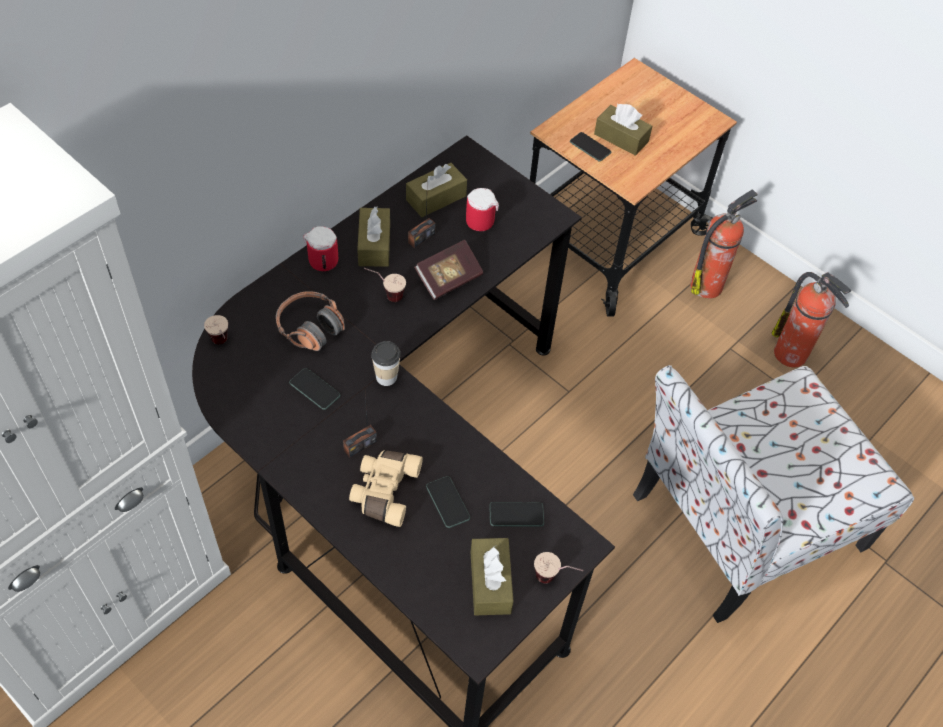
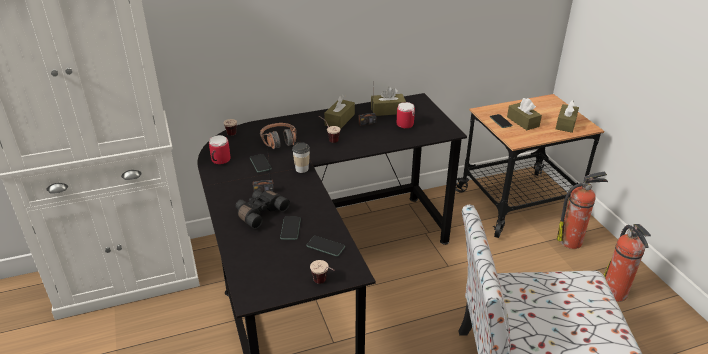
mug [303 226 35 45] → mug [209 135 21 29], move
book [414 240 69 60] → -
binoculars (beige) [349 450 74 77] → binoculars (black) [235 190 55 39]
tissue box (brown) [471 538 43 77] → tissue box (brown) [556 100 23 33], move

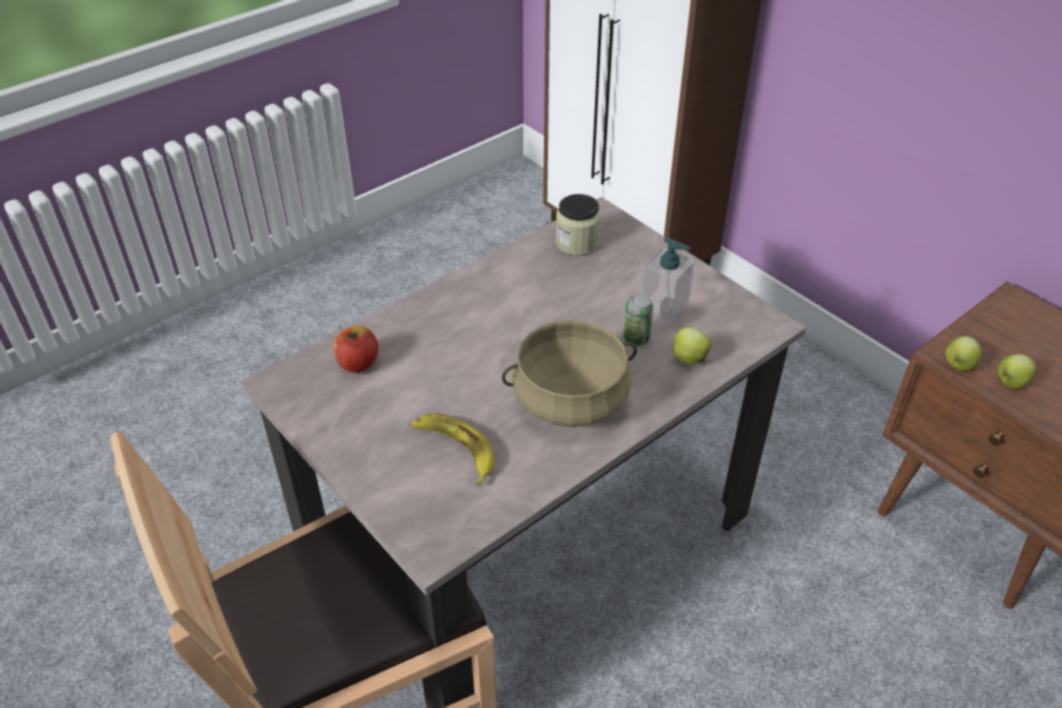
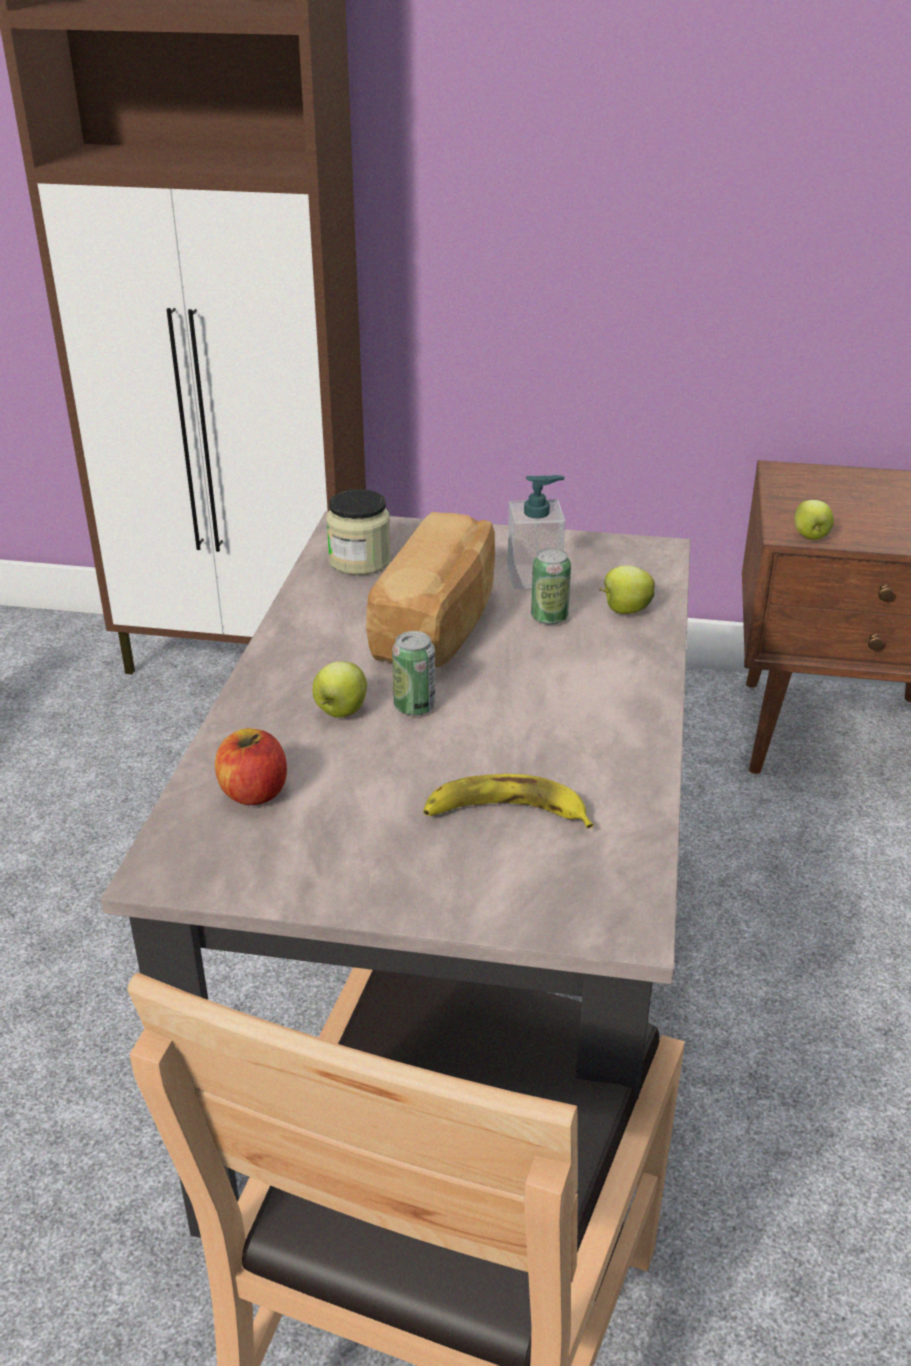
cooking pot (beige) [502 320 135 107] → -
apple [998 354 39 35] → apple [312 661 55 56], move
- → bread [366 512 129 156]
- → can [392 631 43 85]

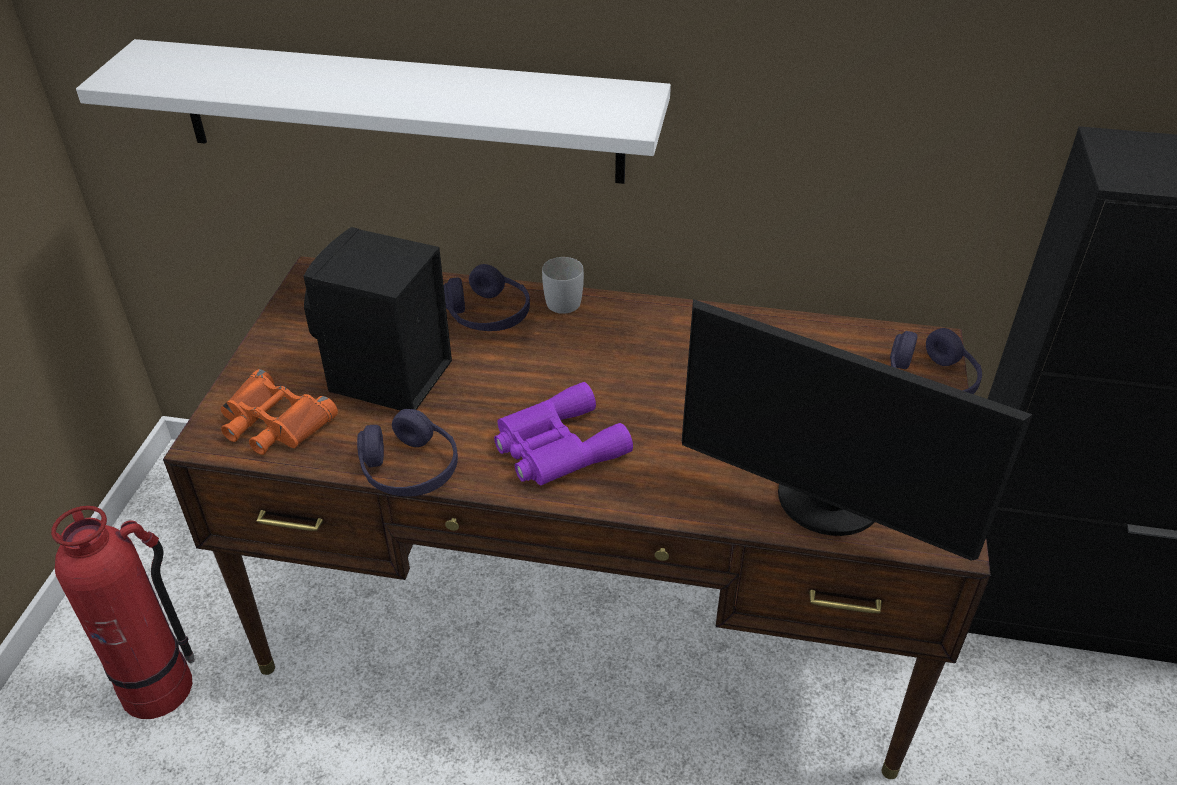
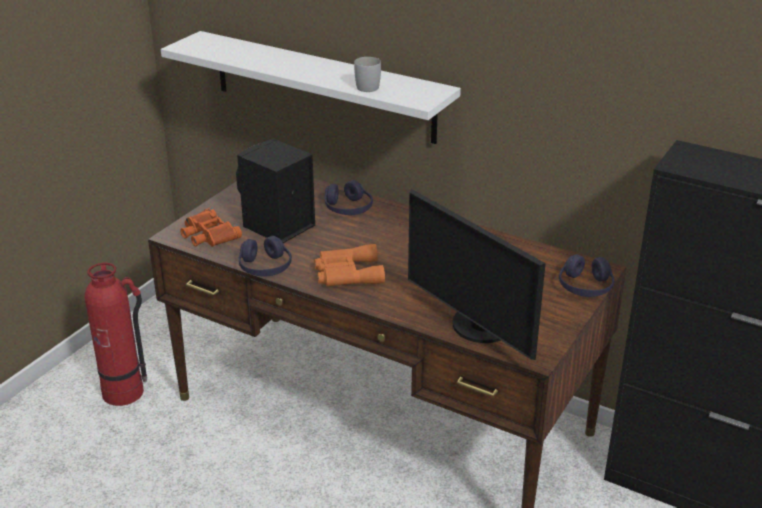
mug (white) [542 257 42 57] → mug (white) [354 57 27 35], move
binoculars (purple) [494 382 139 103] → binoculars (orange) [314 244 71 42]

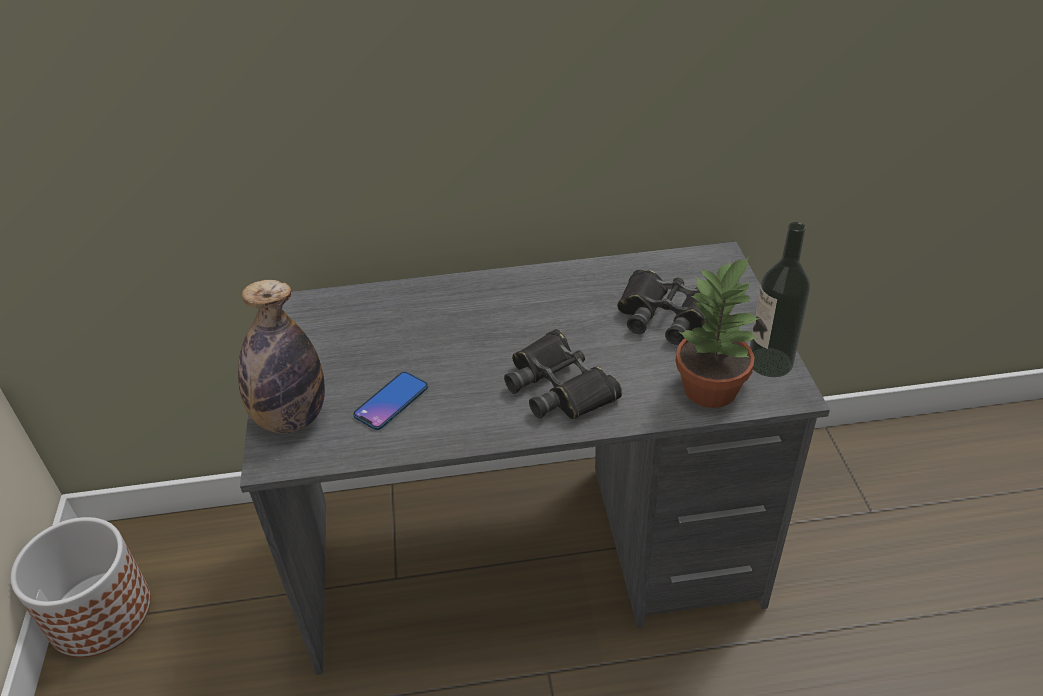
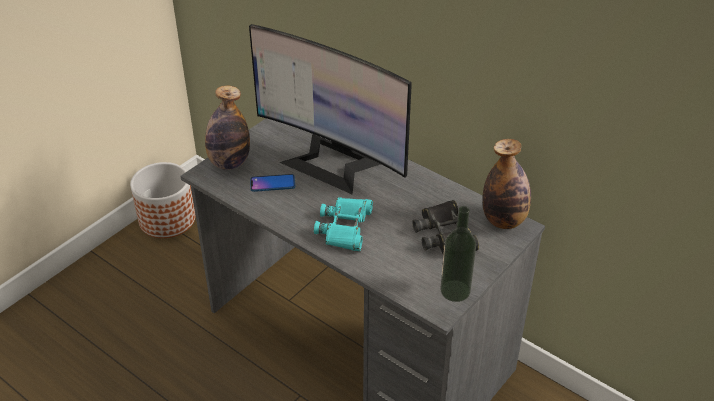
potted plant [675 257 86 151] → -
binoculars (black) [504 329 118 90] → binoculars (turquoise) [314 197 59 54]
- → monitor [249 24 163 170]
- → bottle [482 139 49 90]

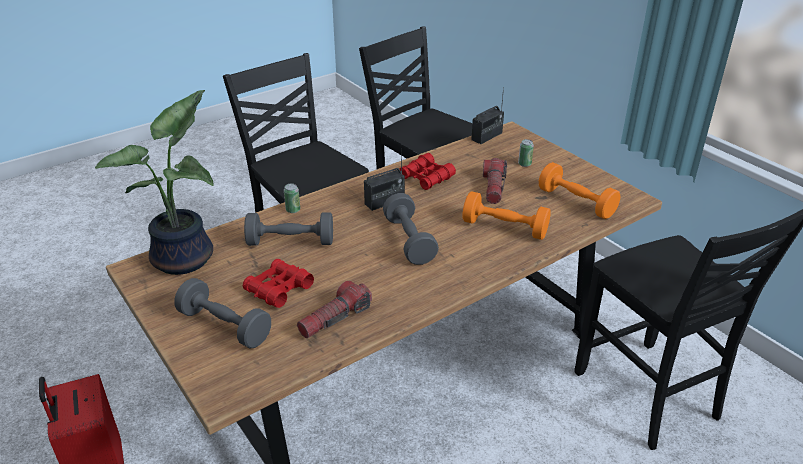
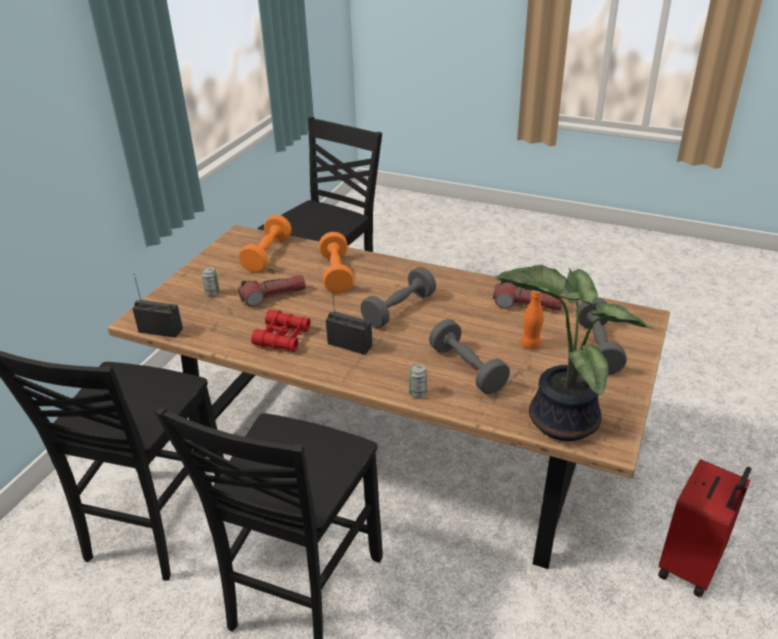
binoculars (red) [243 259 71 49] → bottle (orange) [521 290 23 59]

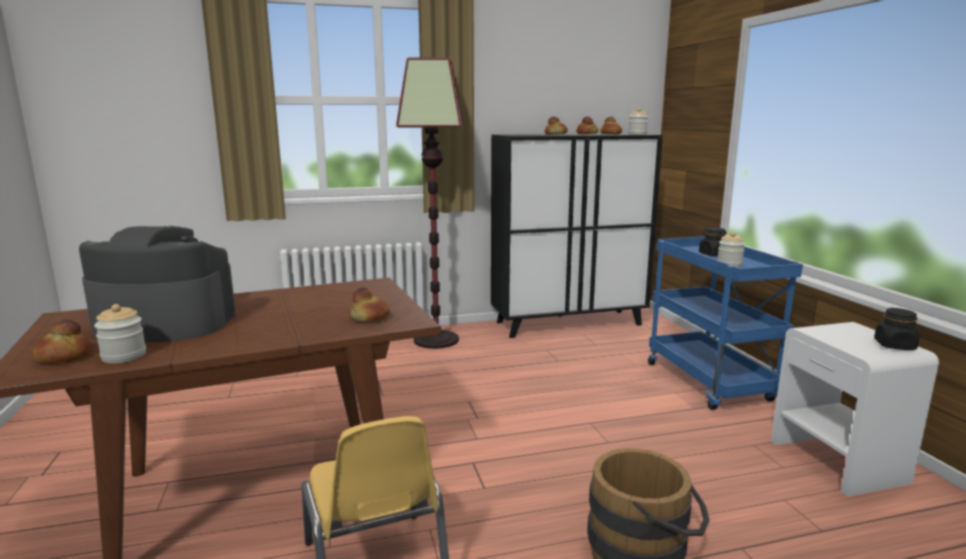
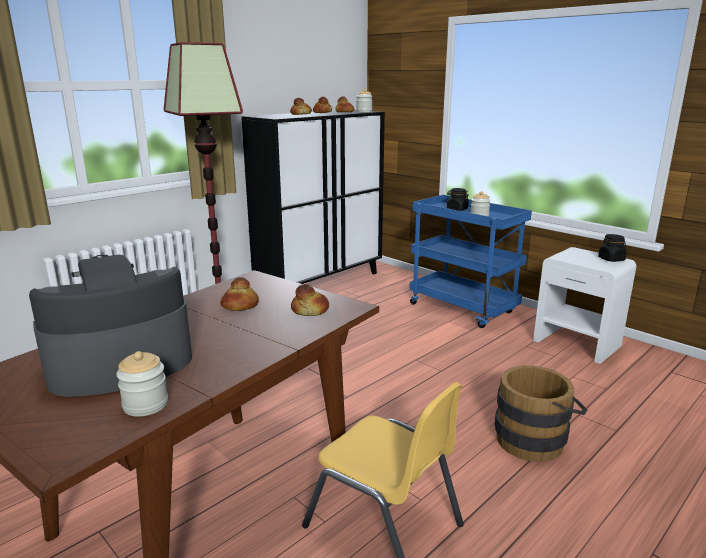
bread [32 320 61 43] → bread [220 277 39 34], move

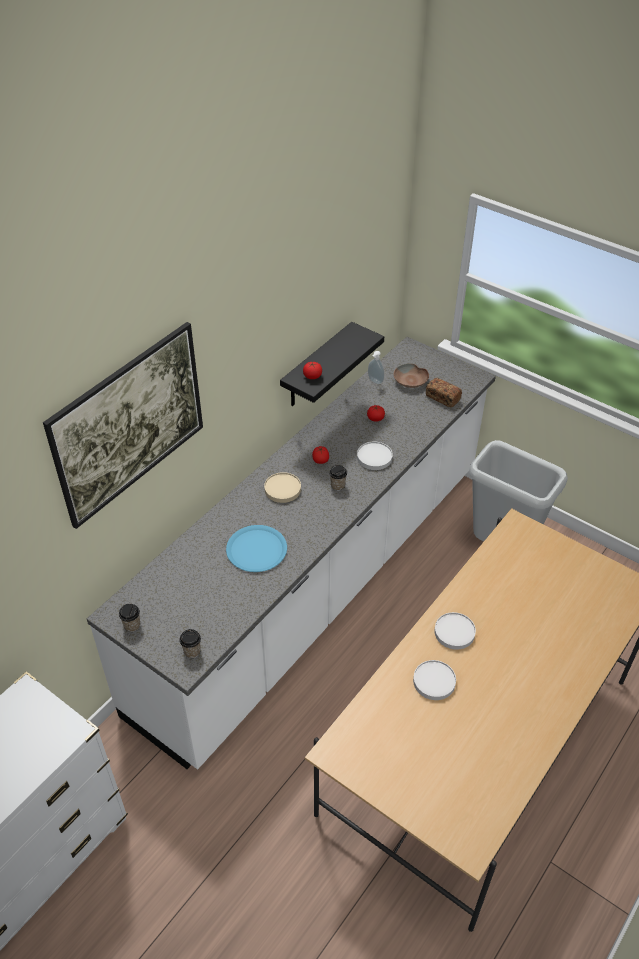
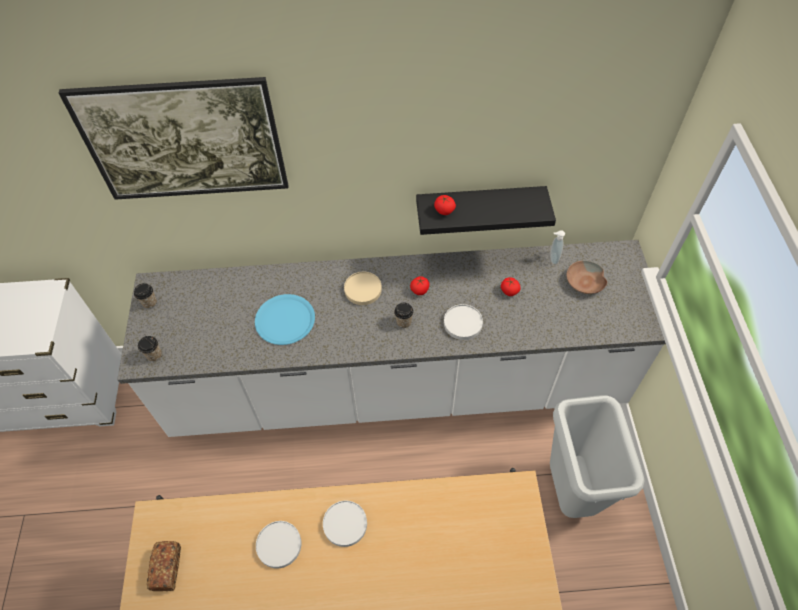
bread [426 378 36 30] → bread [147 541 34 50], move

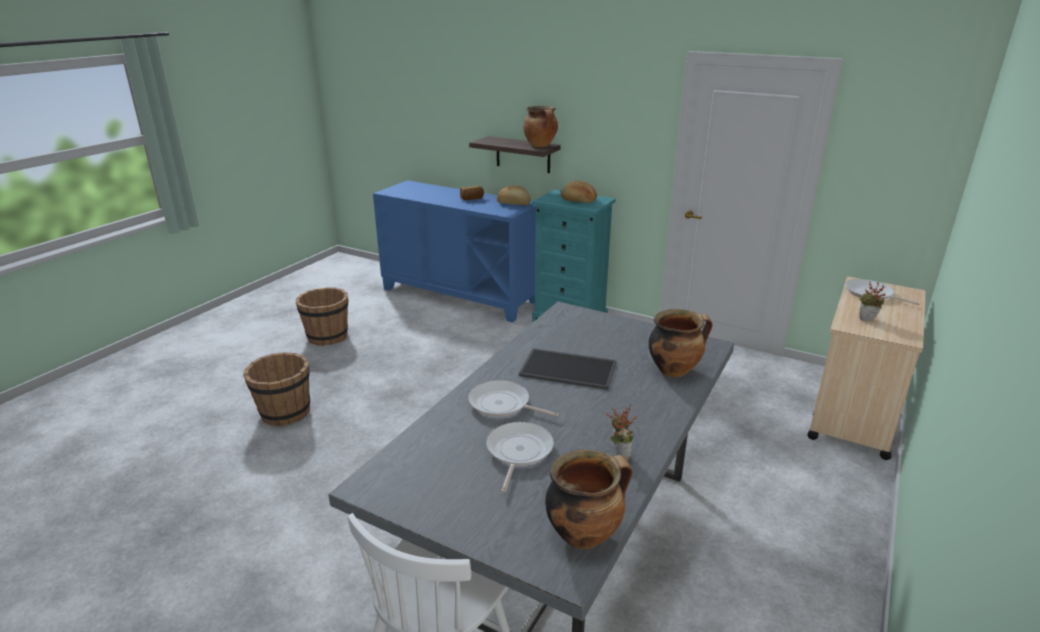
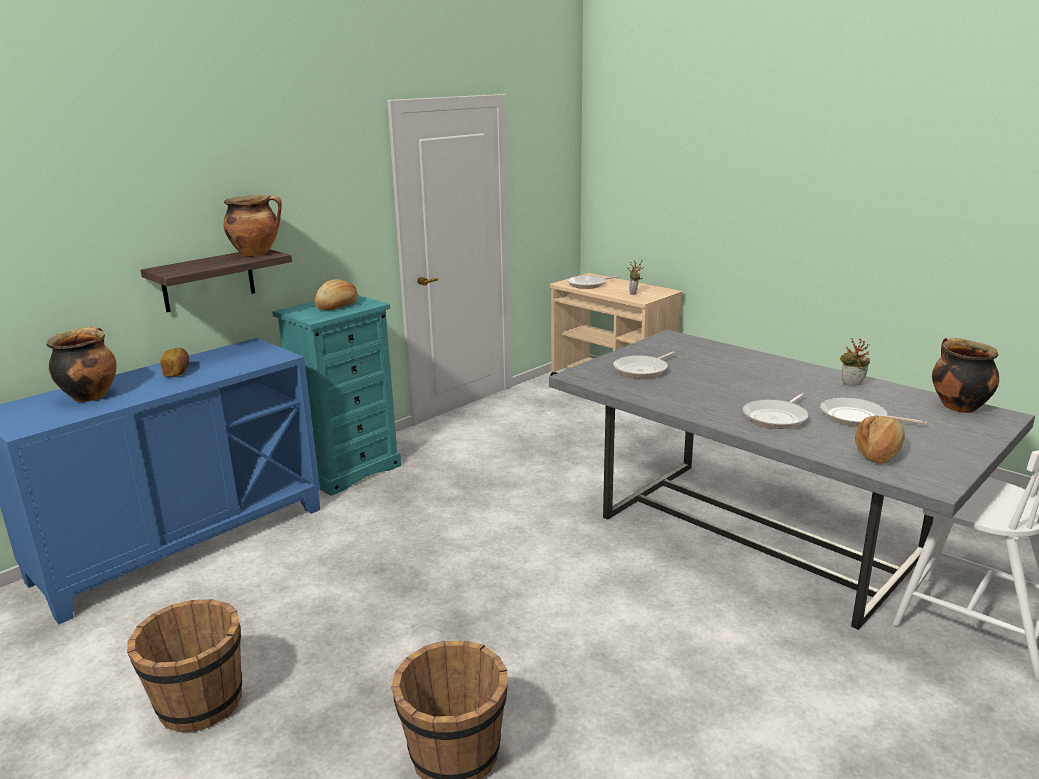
bread [497 186 34 19] → bread [855 415 50 49], move
cooking pot [649 309 64 68] → cooking pot [47 327 70 75], move
tray [519 348 98 42] → -
- → frying pan [613 352 62 26]

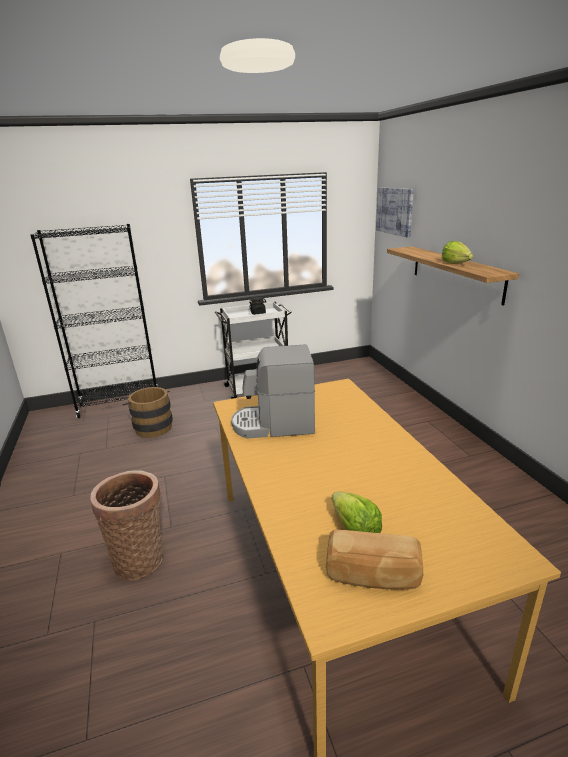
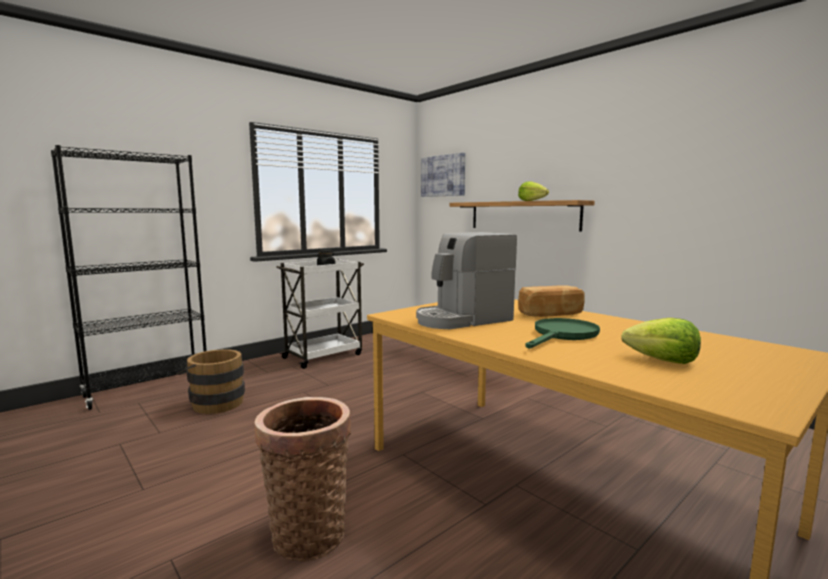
bread [326 529 97 61] → bread [518 285 67 32], move
- → frying pan (green) [525 318 75 31]

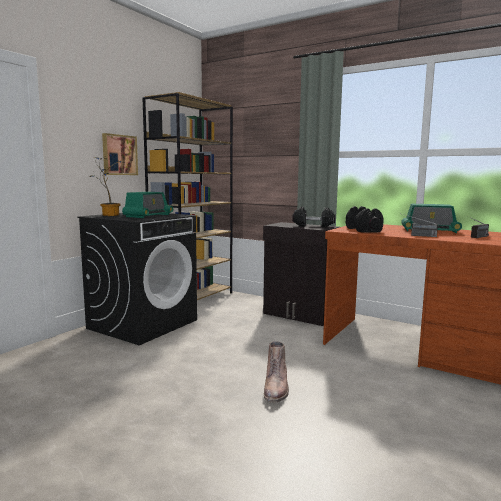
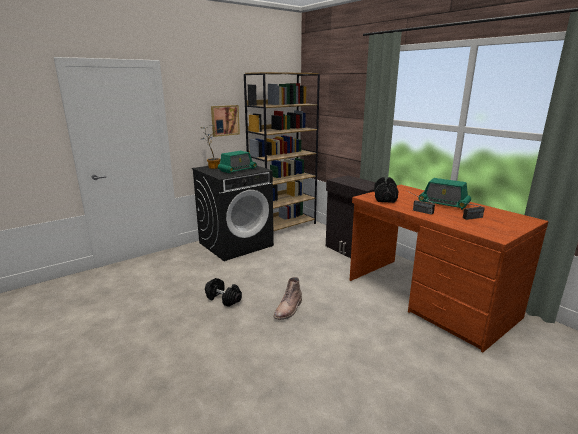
dumbbell (black) [292 207 43 20] → dumbbell (black) [205 278 37 29], move

